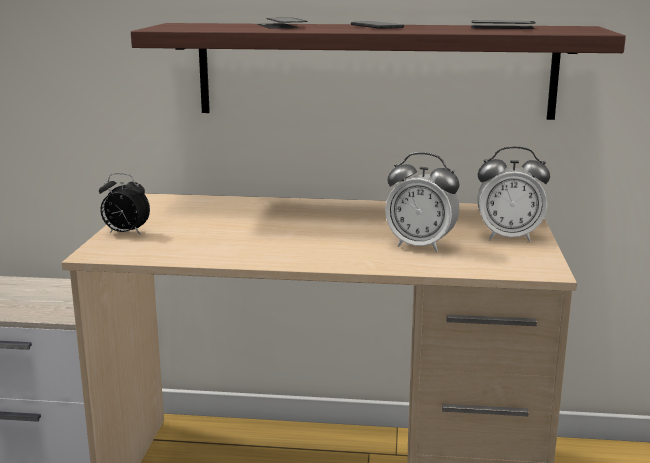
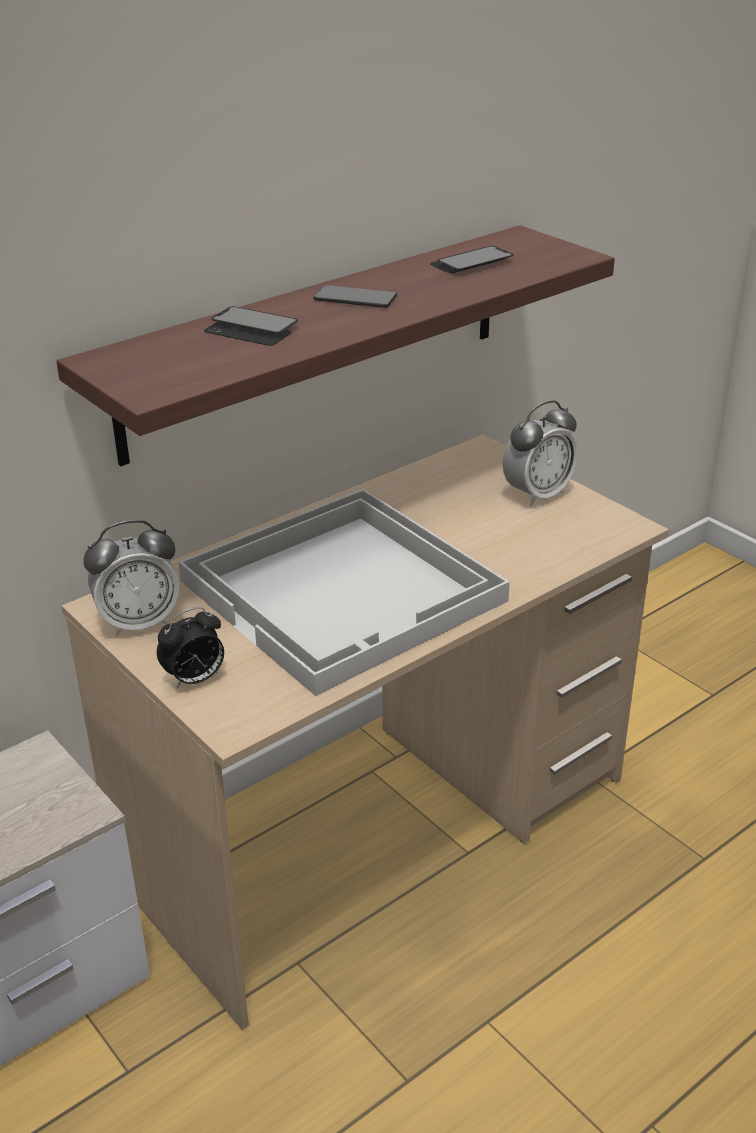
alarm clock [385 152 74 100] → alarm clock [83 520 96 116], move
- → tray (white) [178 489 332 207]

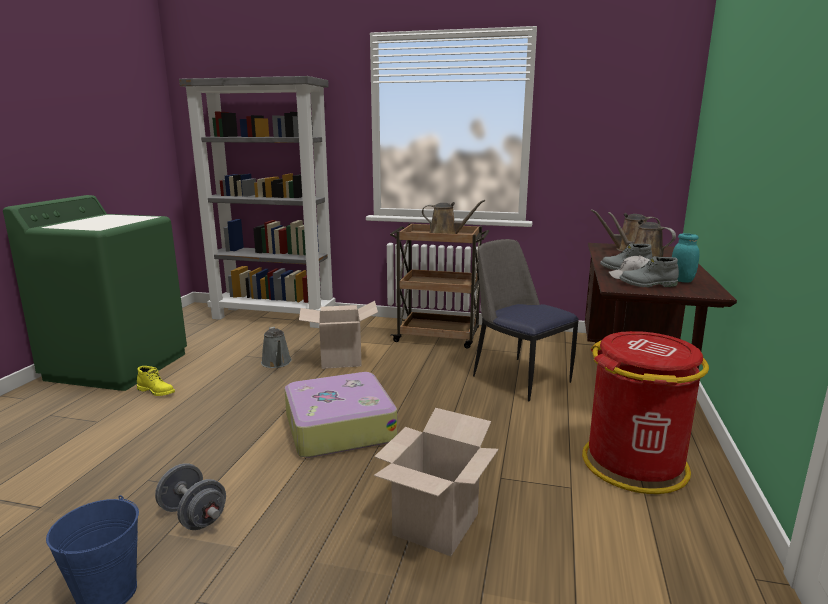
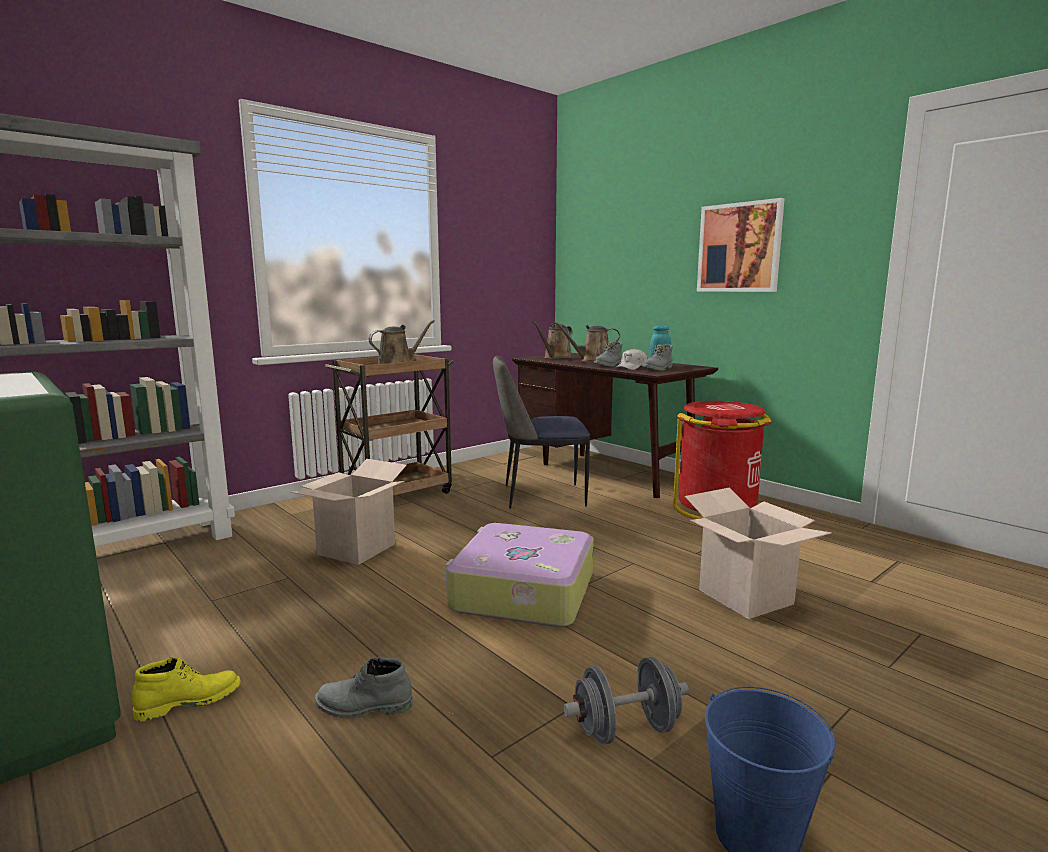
watering can (grey) [261 327 31 41] → -
- → picture [697 198 88 94]
- → boot (grey) [315 657 98 62]

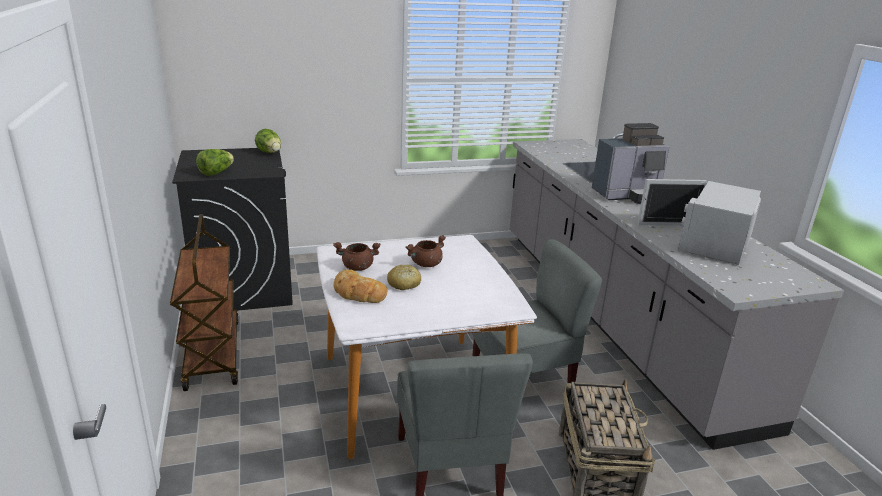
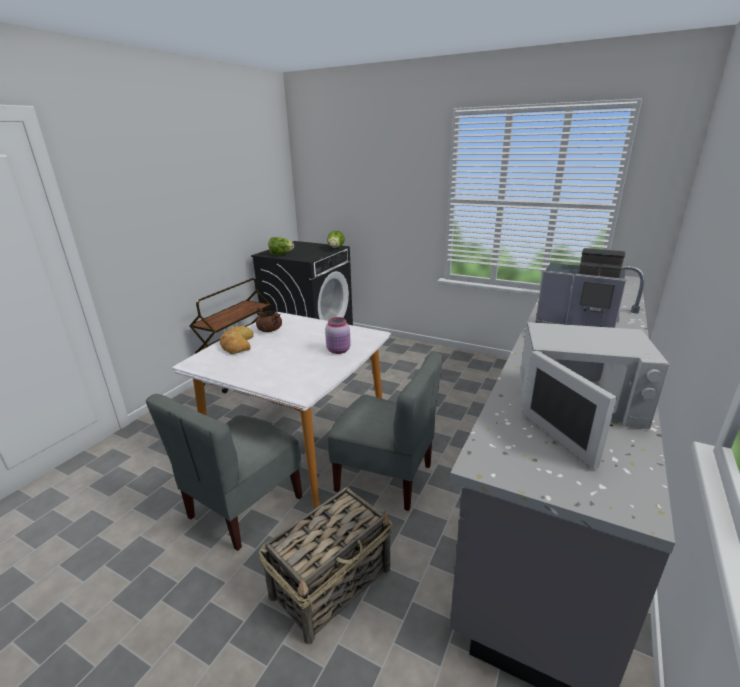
microwave (white) [637 179 124 86] → microwave (white) [519 322 150 148], 150 degrees counterclockwise
cooking pot (brown) [405 235 41 32] → -
bread [387 265 34 25] → -
- → jar (pink) [325 317 26 37]

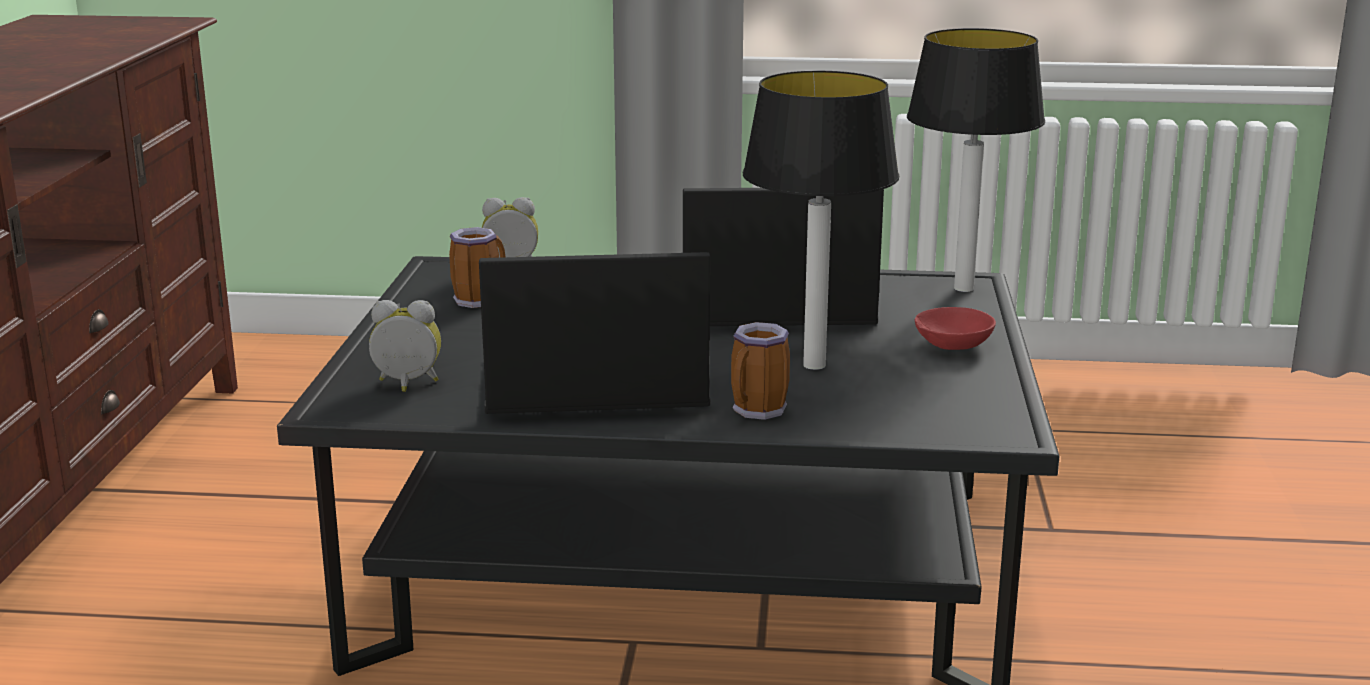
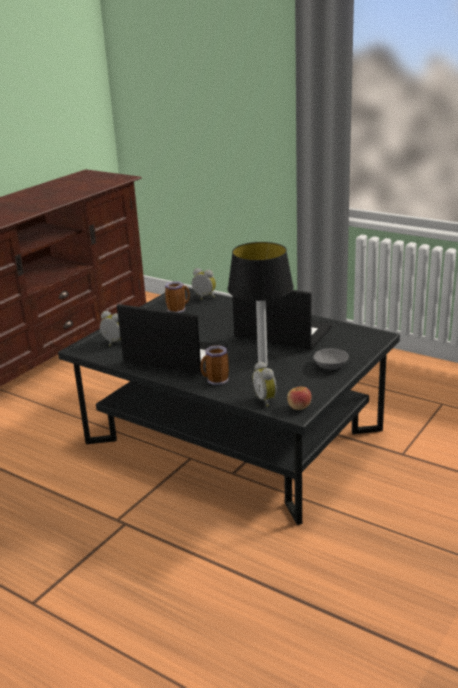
table lamp [907 28 138 264] → -
bowl (red) [914 307 82 43] → bowl (grey) [313 348 36 22]
- → alarm clock [252 361 25 46]
- → apple [287 387 25 23]

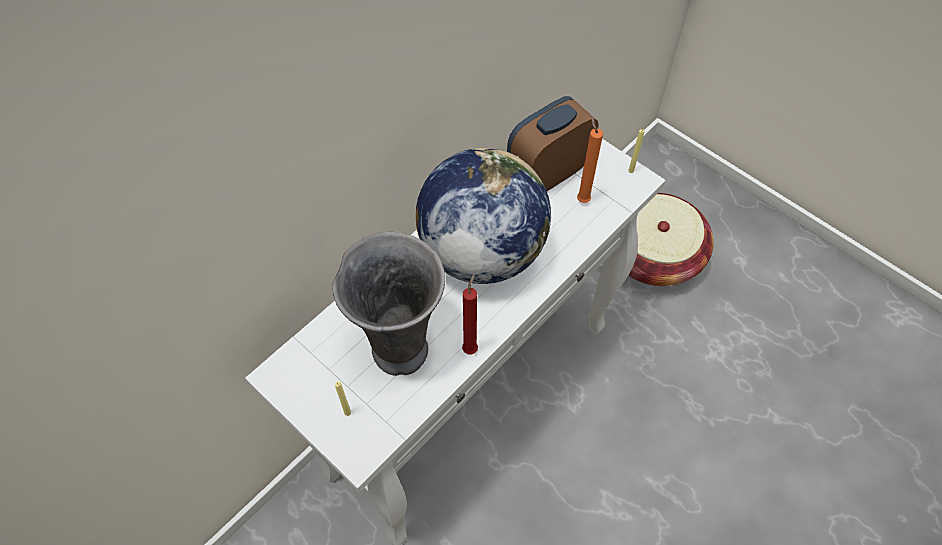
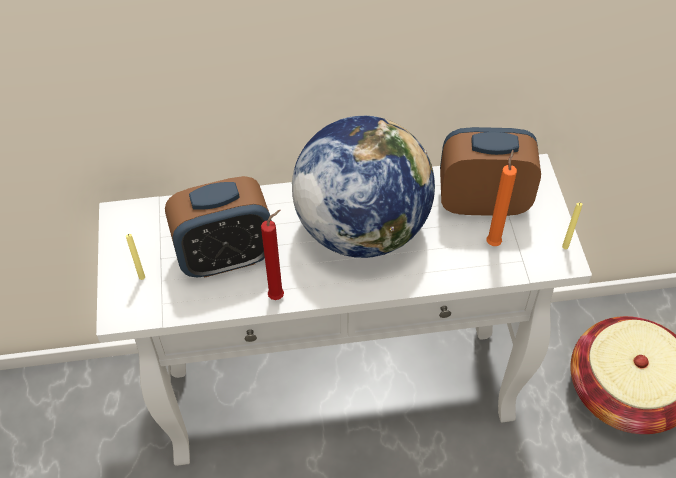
vase (grey) [332 232 113 144] → alarm clock [165 176 107 102]

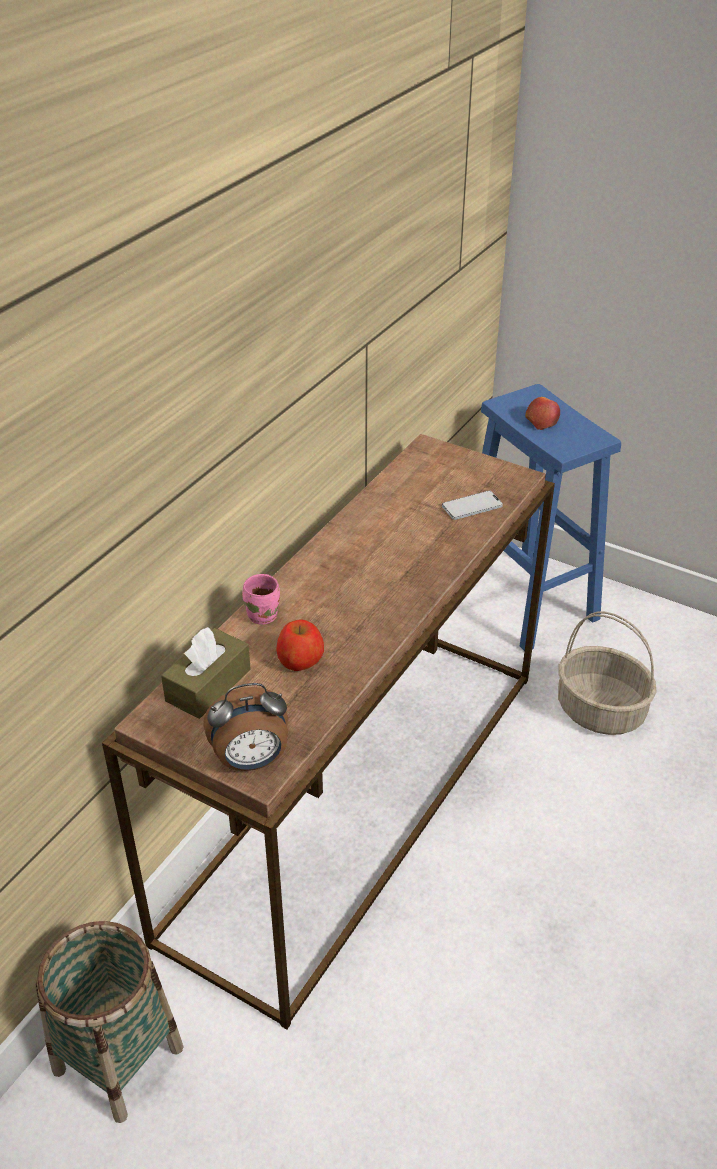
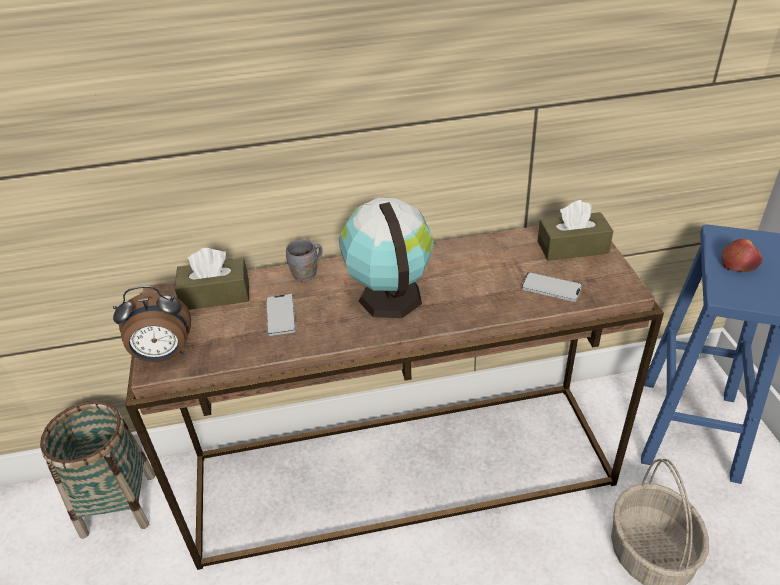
mug (pink) [242 574 38 51] → mug (grey) [286 239 37 43]
apple [276 619 48 52] → phone [266 294 30 42]
alarm clock [204 683 84 88] → alarm clock [113 286 78 76], 45 degrees counterclockwise
- → globe [339 198 95 120]
- → tissue box (brown) [537 200 76 61]

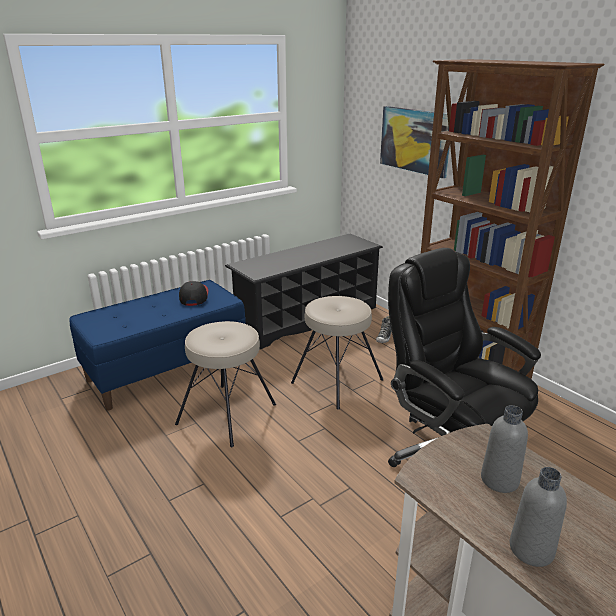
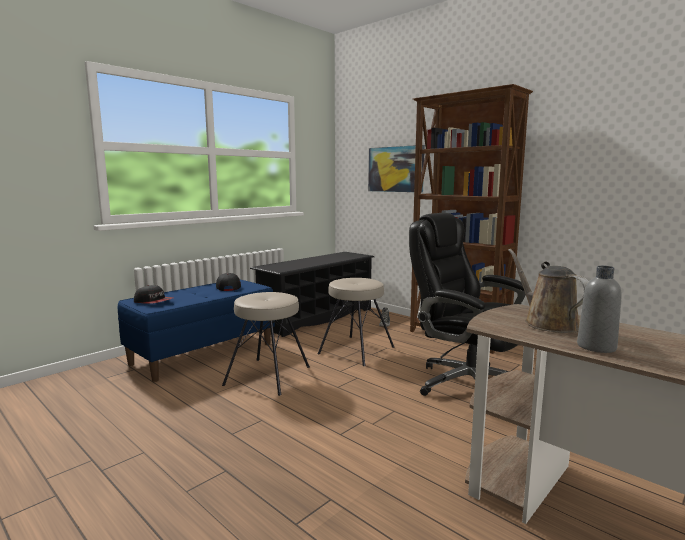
bottle (grey) [481 405 47 88] → watering can (brown) [508 249 81 84]
- → cap [134 285 39 19]

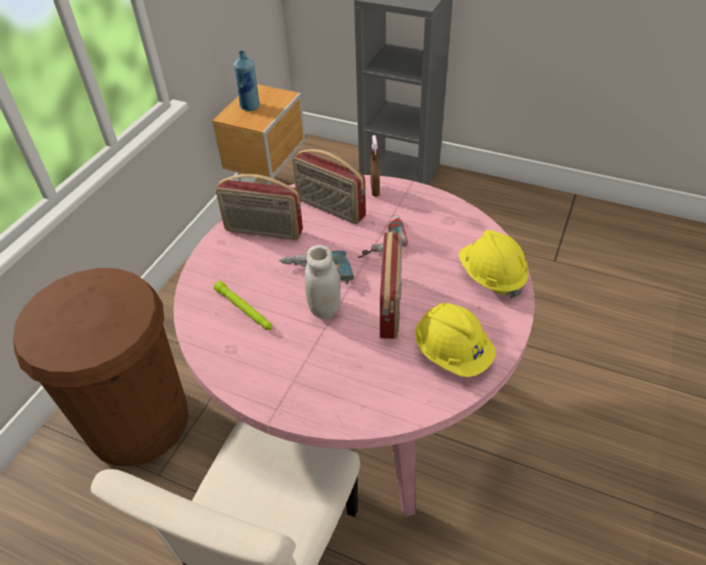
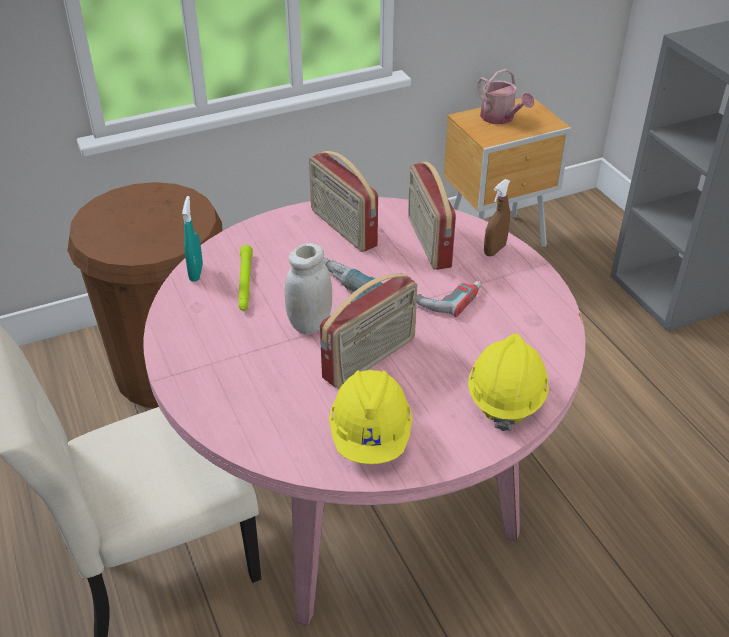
bottle (blue) [234 50 26 61] → watering can [477 69 57 55]
- → spray bottle (turquoise) [182 196 21 85]

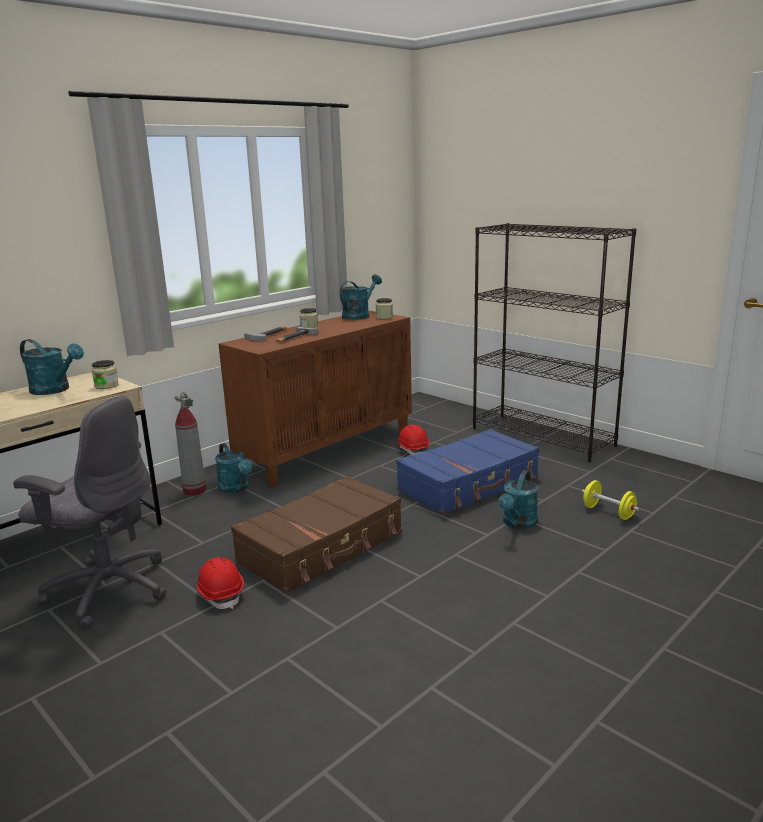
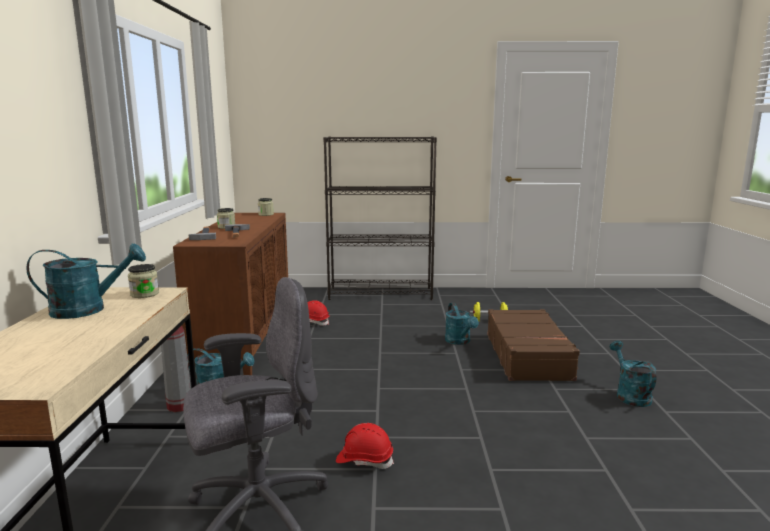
watering can (turquoise) [340 274 42 46] → watering can (turquoise) [610 341 46 66], move
suitcase (blue) [396 429 143 86] → -
suitcase (brown) [231 476 171 118] → suitcase (brown) [487 309 93 72], move

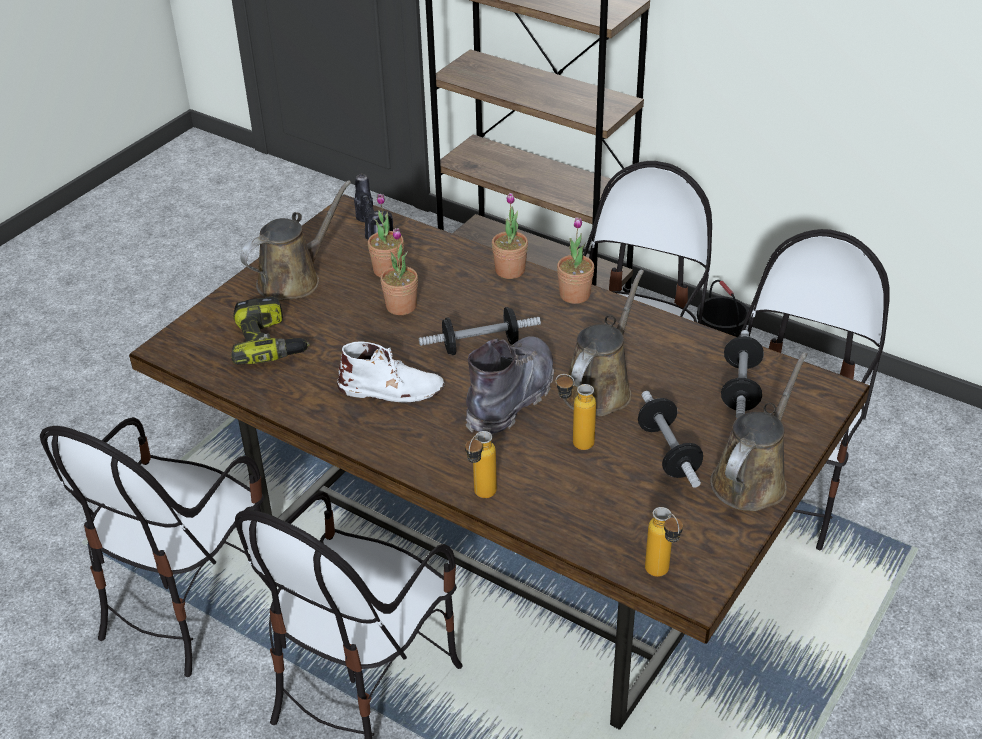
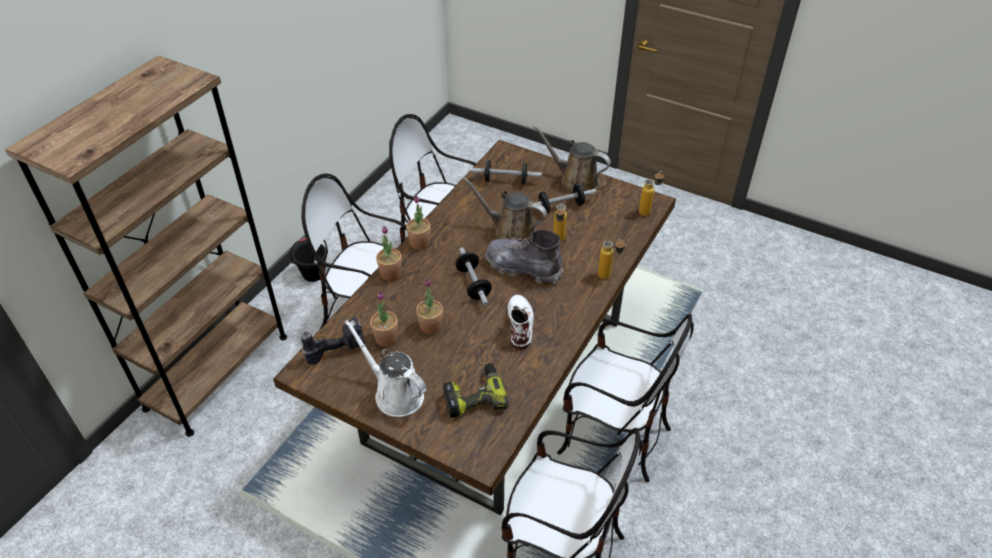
watering can (brown) [240 180 111 121] → watering can (white) [345 320 82 97]

